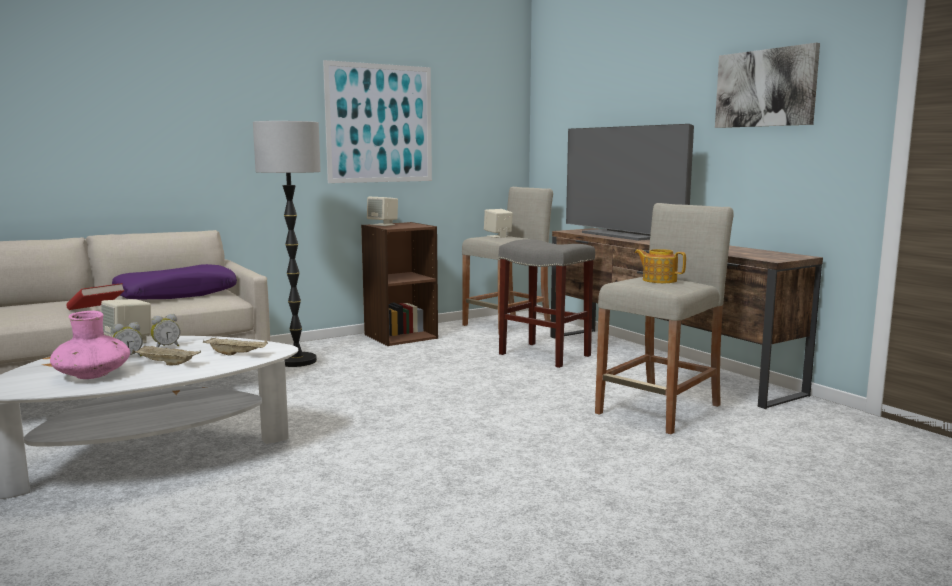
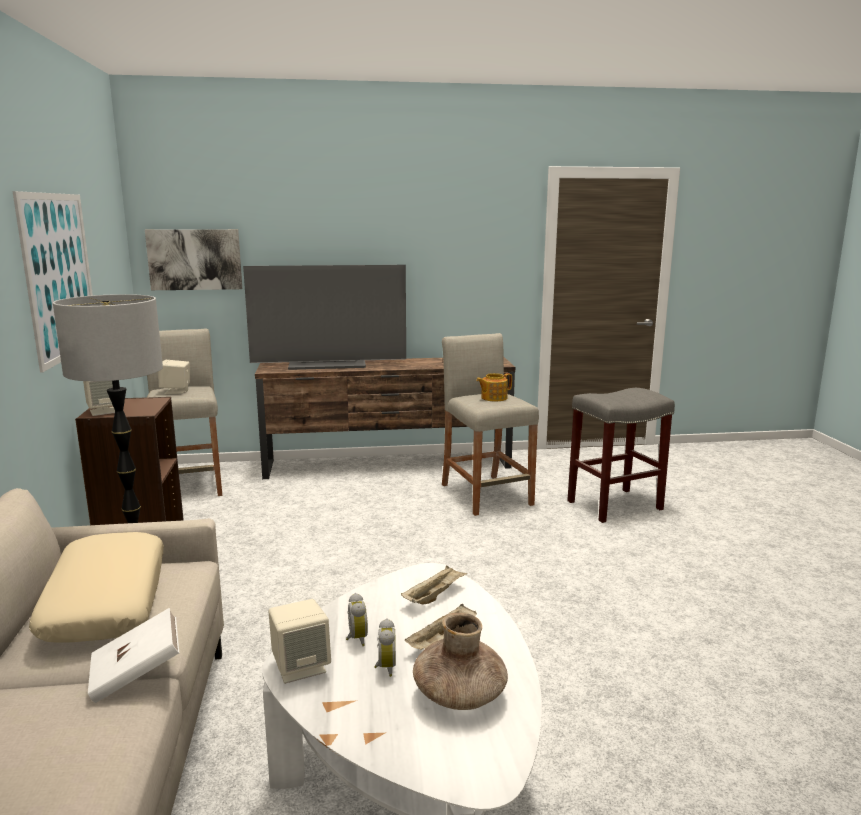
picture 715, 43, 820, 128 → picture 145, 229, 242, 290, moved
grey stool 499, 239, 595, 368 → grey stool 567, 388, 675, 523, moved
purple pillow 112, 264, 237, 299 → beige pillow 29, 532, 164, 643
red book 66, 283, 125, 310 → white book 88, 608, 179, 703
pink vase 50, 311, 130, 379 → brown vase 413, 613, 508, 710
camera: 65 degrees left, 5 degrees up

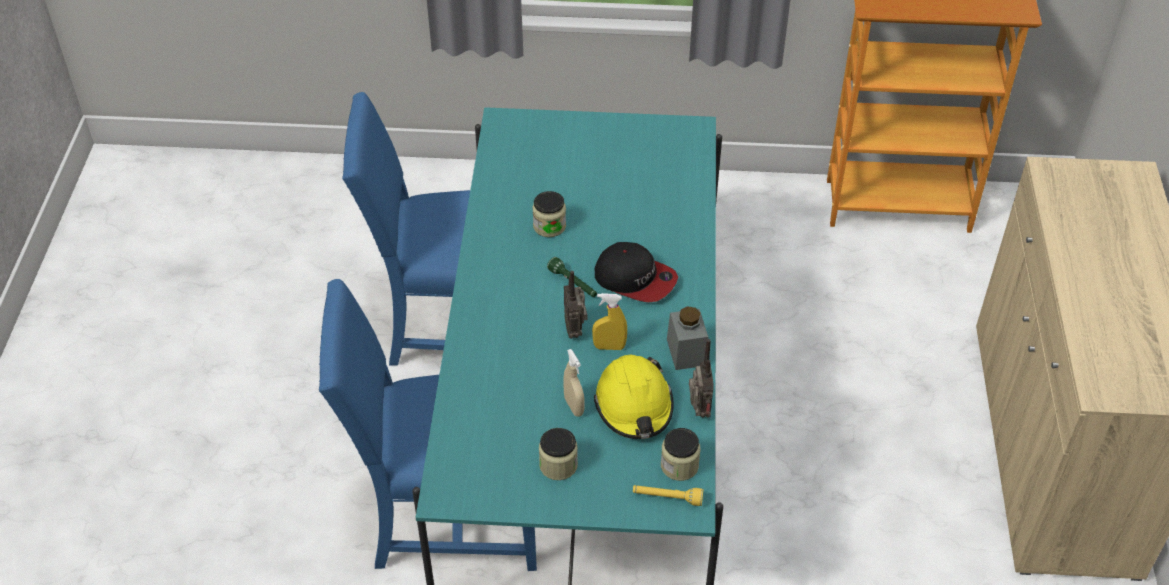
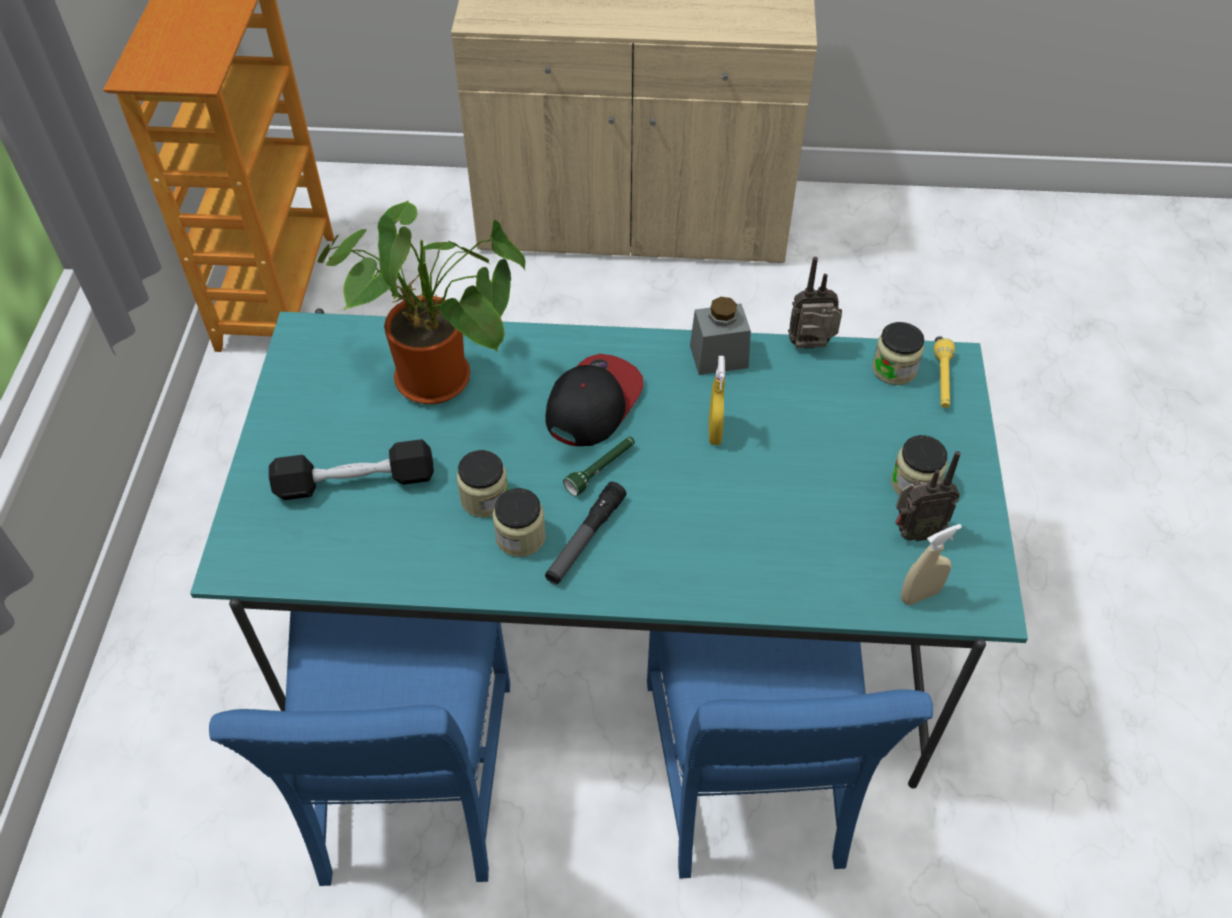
radio 564, 271, 587, 339 → radio 896, 451, 961, 541, moved
beige spray bottle 563, 349, 585, 417 → beige spray bottle 901, 524, 962, 605, moved
yellow hard hat 594, 355, 674, 439 → -
- → potted plant 317, 200, 525, 404
- → black dumbbell 269, 439, 434, 500
- → flashlight 545, 482, 626, 584
- → jar 493, 488, 546, 557
camera: 90 degrees left, 5 degrees up

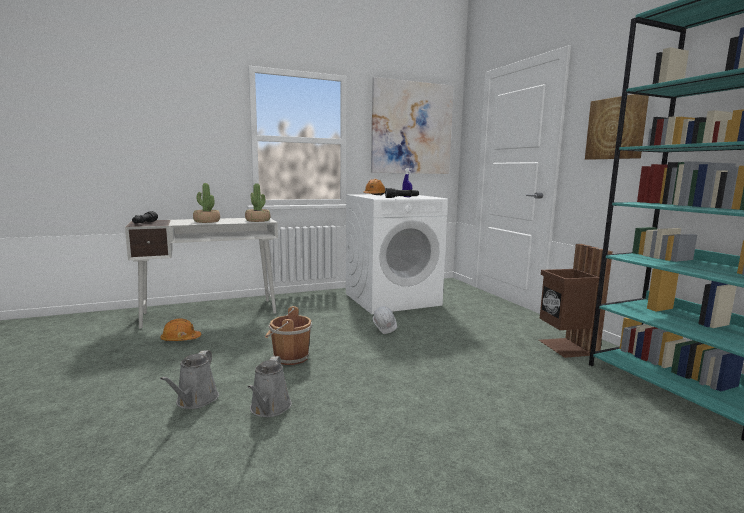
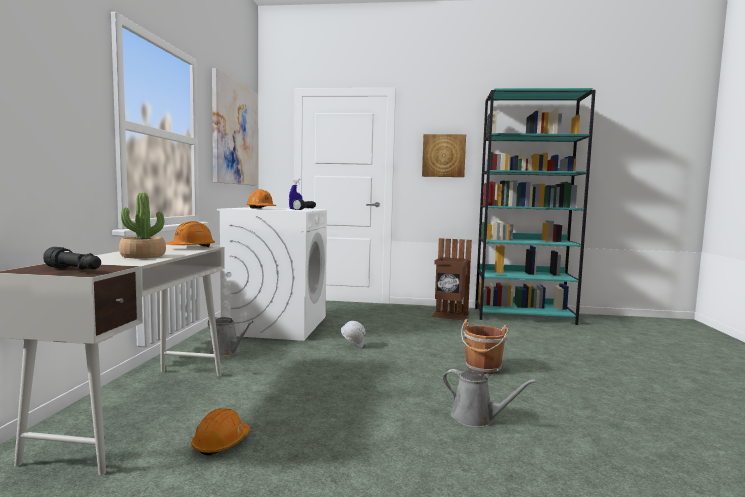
potted plant 245, 183, 271, 222 → orange hard hat 166, 221, 215, 247
brown bucket 265, 306, 312, 365 → brown bucket 461, 319, 508, 374, moved
grey watering can 160, 350, 219, 409 → grey watering can 208, 317, 254, 357, moved
camera: 60 degrees left, 5 degrees down

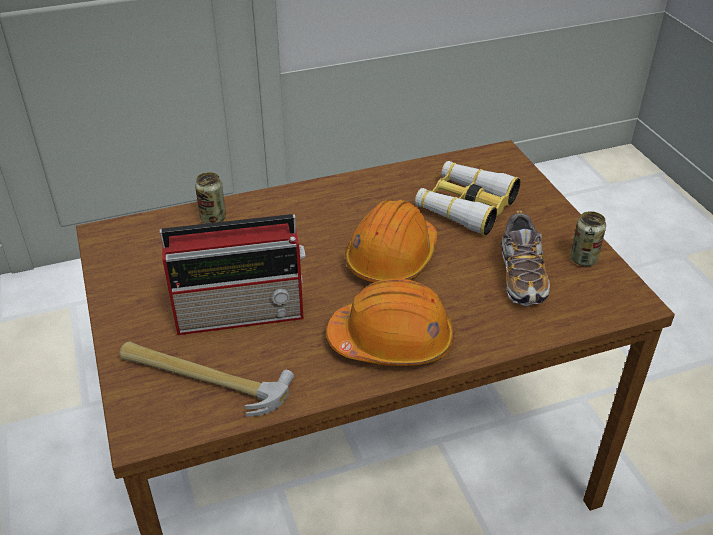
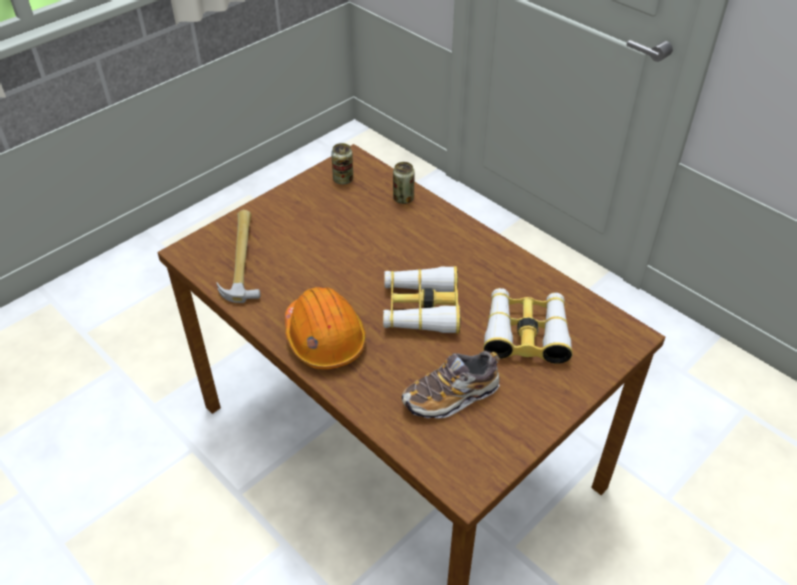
orange hard hat 345, 200, 438, 283 → binoculars 383, 266, 460, 334
can 570, 211, 606, 266 → can 331, 143, 353, 184, moved
radio 160, 214, 306, 335 → -
camera: 65 degrees right, 5 degrees up

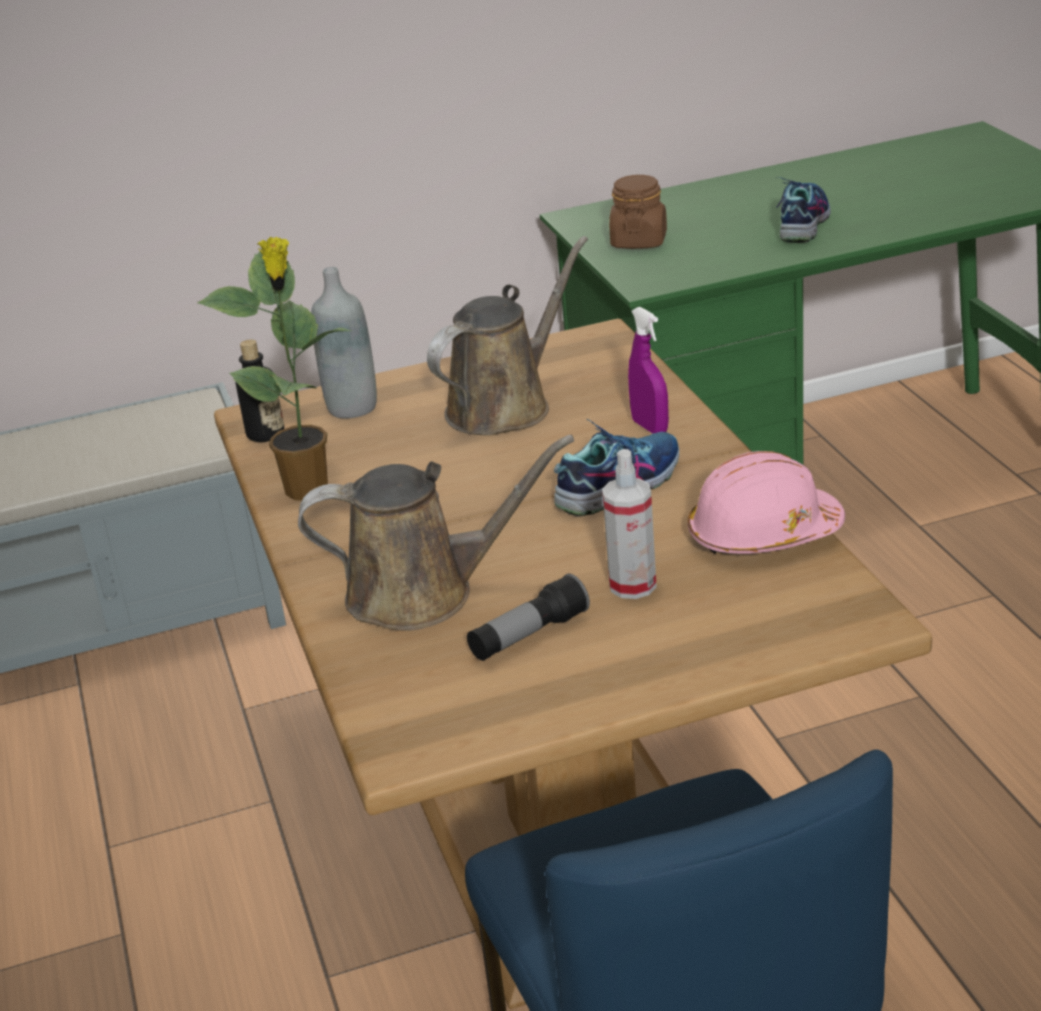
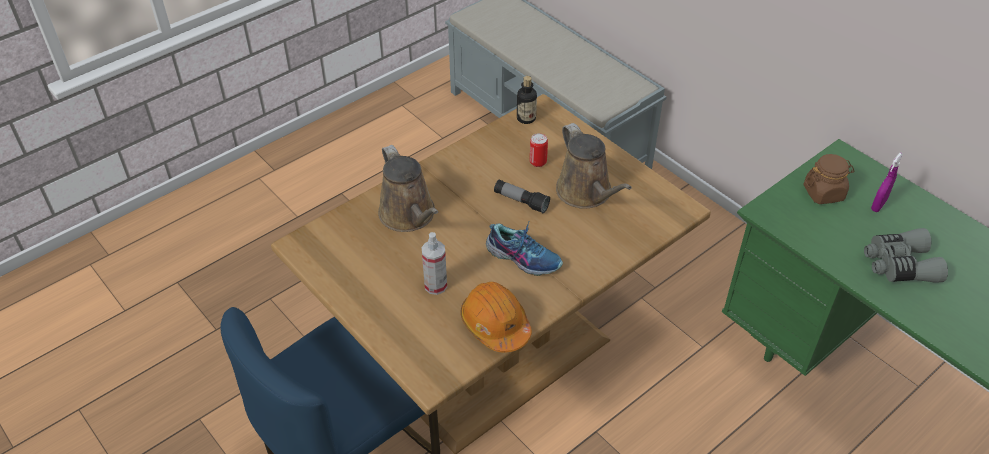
shoe 776, 177, 831, 243 → grey binoculars 864, 228, 948, 283
brown watering can 427, 236, 588, 436 → brown watering can 556, 123, 632, 209, 45 degrees clockwise
potted plant 197, 237, 354, 501 → -
grey bottle 311, 267, 377, 418 → -
purple spray bottle 628, 307, 669, 434 → purple spray bottle 871, 153, 903, 212, moved
pink hard hat 688, 451, 845, 555 → orange hard hat 461, 282, 532, 353
flashlight 467, 574, 590, 661 → flashlight 494, 180, 550, 214, moved
- → can 530, 133, 548, 167
camera: 65 degrees right, 15 degrees up

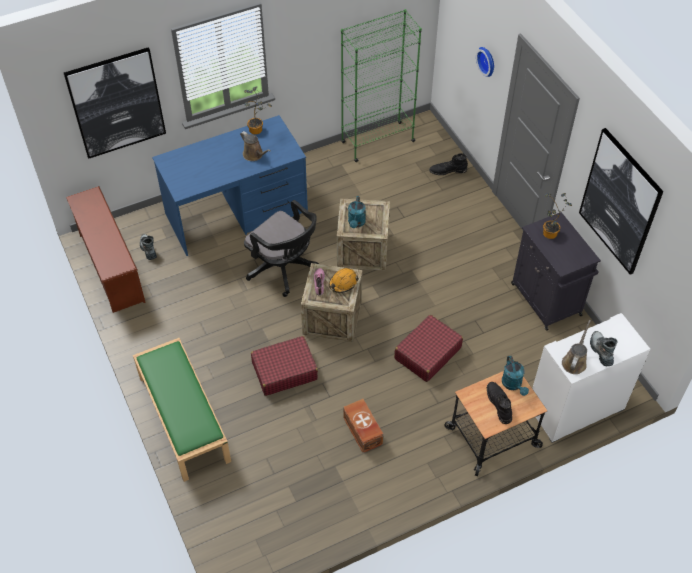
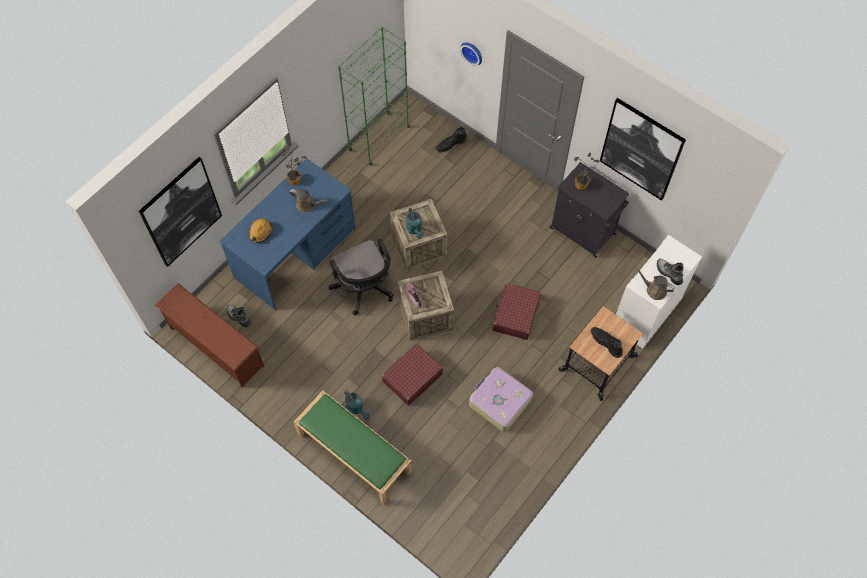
black office chair 244, 200, 319, 297 → black office chair 329, 238, 393, 315, 45 degrees clockwise
orange hard hat 329, 268, 359, 293 → orange hard hat 249, 218, 272, 243, moved
brown watering can 562, 320, 591, 374 → brown watering can 635, 266, 675, 300, 60 degrees counterclockwise
turquoise watering can 502, 356, 529, 396 → turquoise watering can 344, 390, 370, 419, moved
brown storage box 343, 399, 383, 453 → suitcase 469, 367, 533, 432
camera: 25 degrees left, 10 degrees up

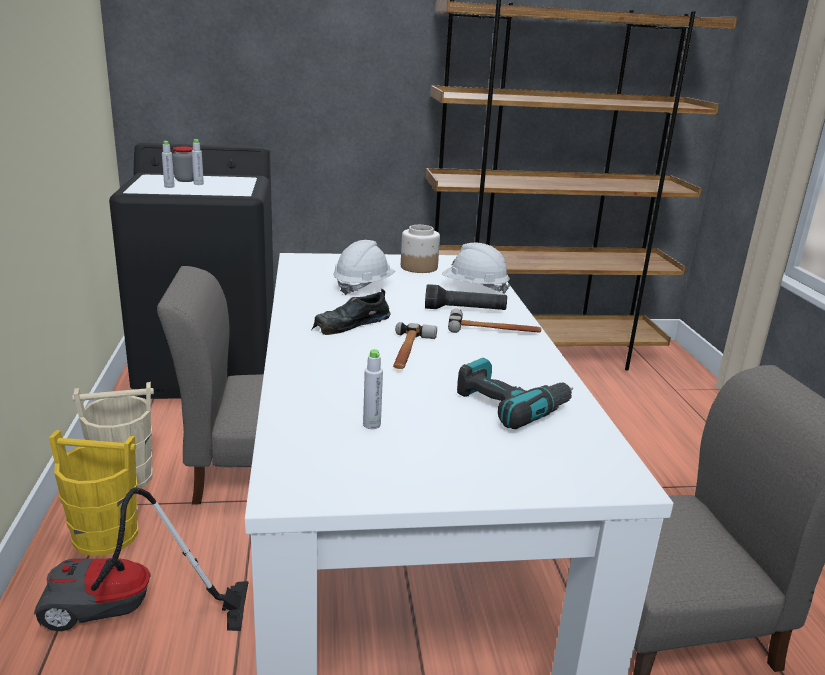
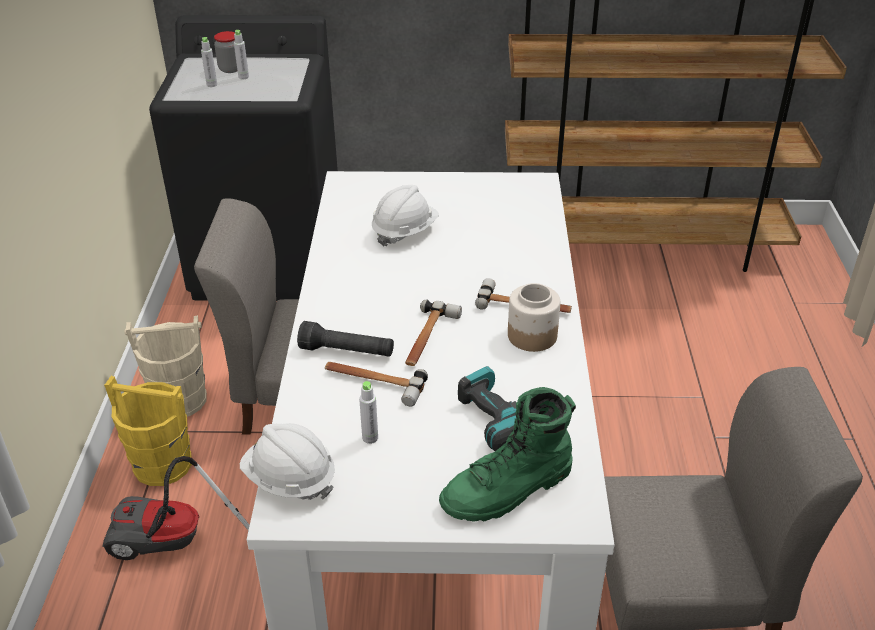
jar 401, 225, 440, 273 → jar 508, 283, 560, 352, moved
white hard hat 442, 243, 510, 294 → white hard hat 240, 423, 335, 500, moved
black flashlight 425, 284, 507, 310 → black flashlight 297, 321, 394, 357, moved
black shoe 312, 289, 390, 335 → -
- → hammer 325, 362, 428, 406
- → green boot 439, 387, 576, 522
camera: 10 degrees right, 15 degrees up

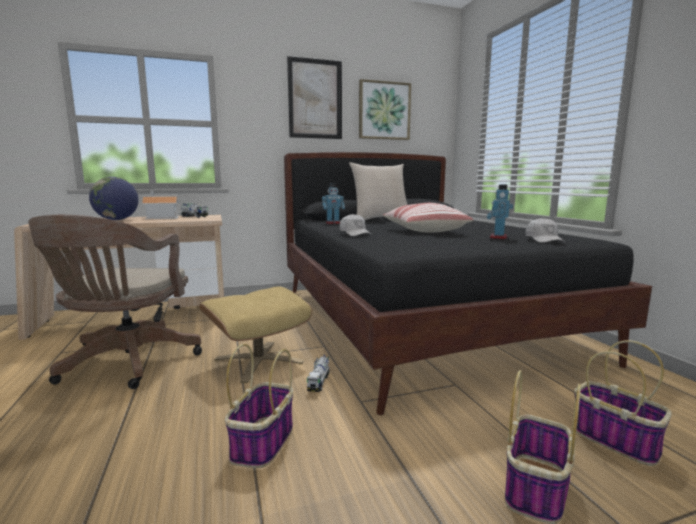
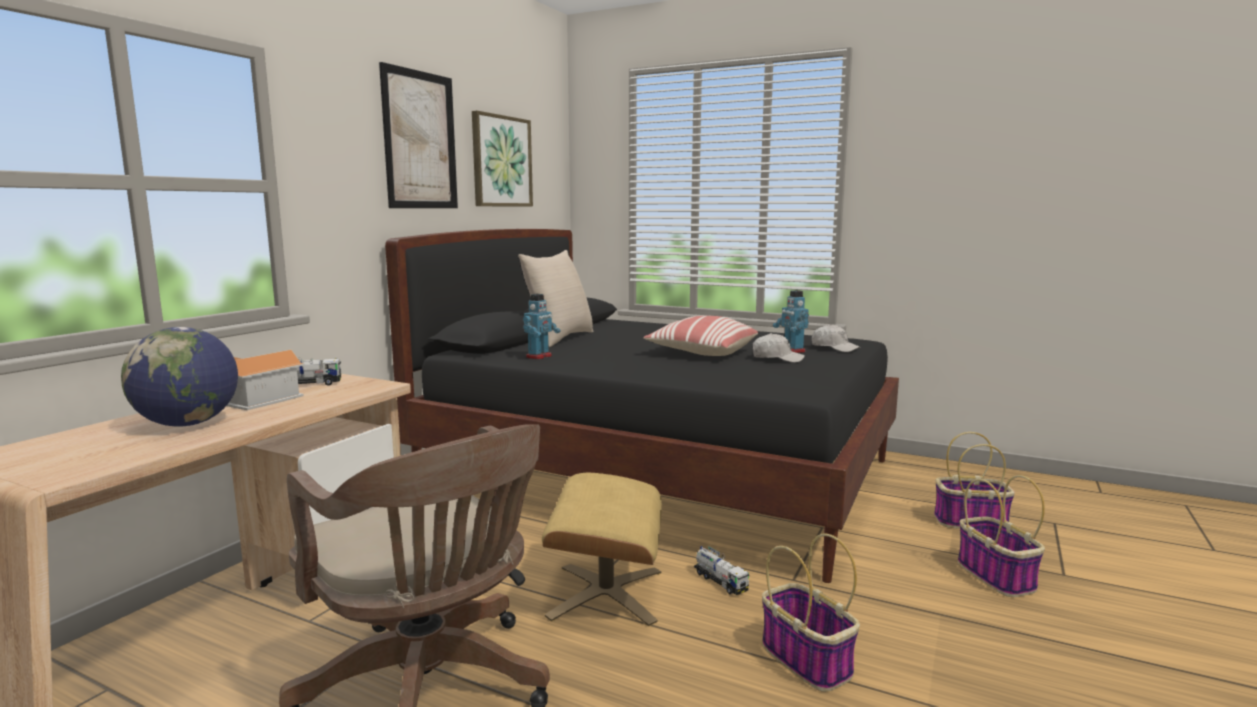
white cap 340, 214, 372, 236 → white cap 753, 333, 805, 363, moved
camera: 45 degrees left, 0 degrees up

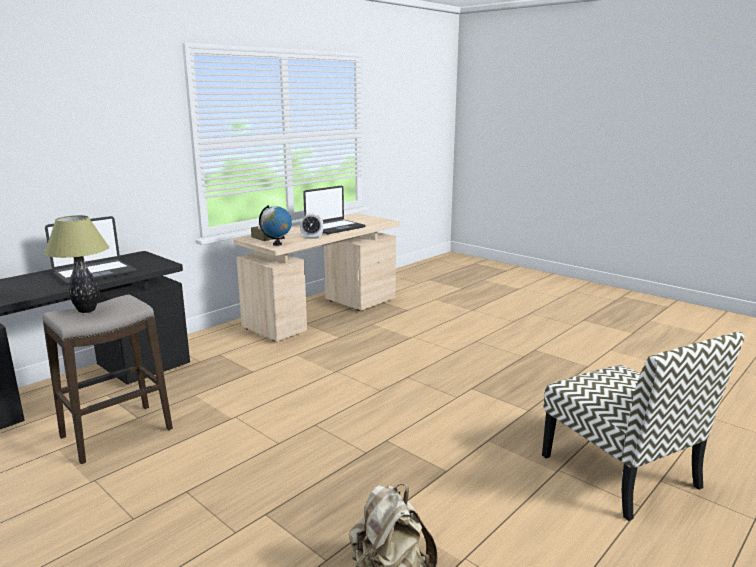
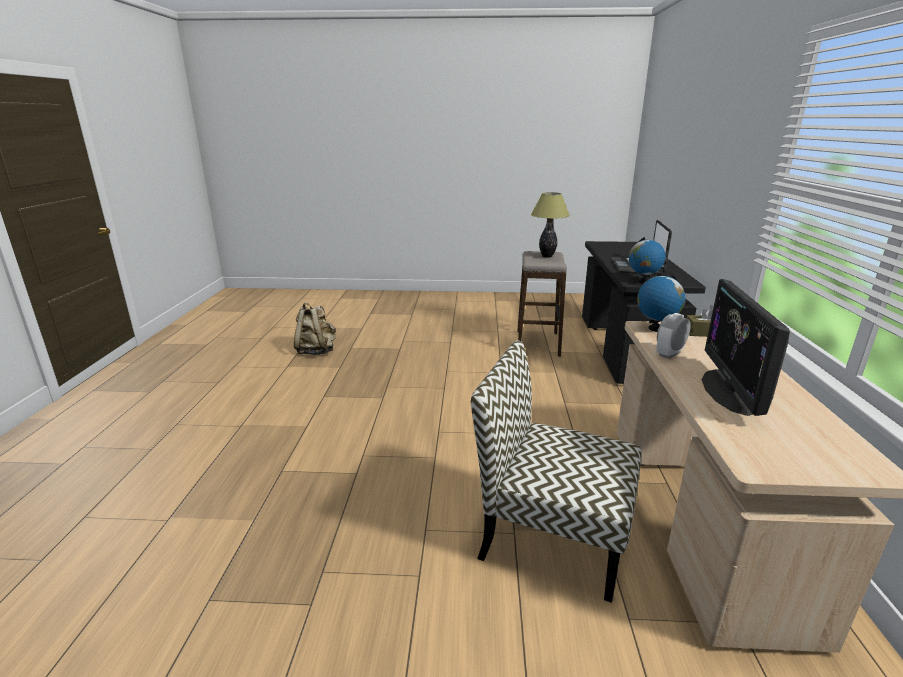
laptop 303, 185, 366, 234 → monitor 701, 279, 790, 416
chair 542, 332, 744, 521 → chair 471, 341, 641, 603, moved
- → globe 629, 237, 666, 284
camera: 140 degrees right, 5 degrees up

